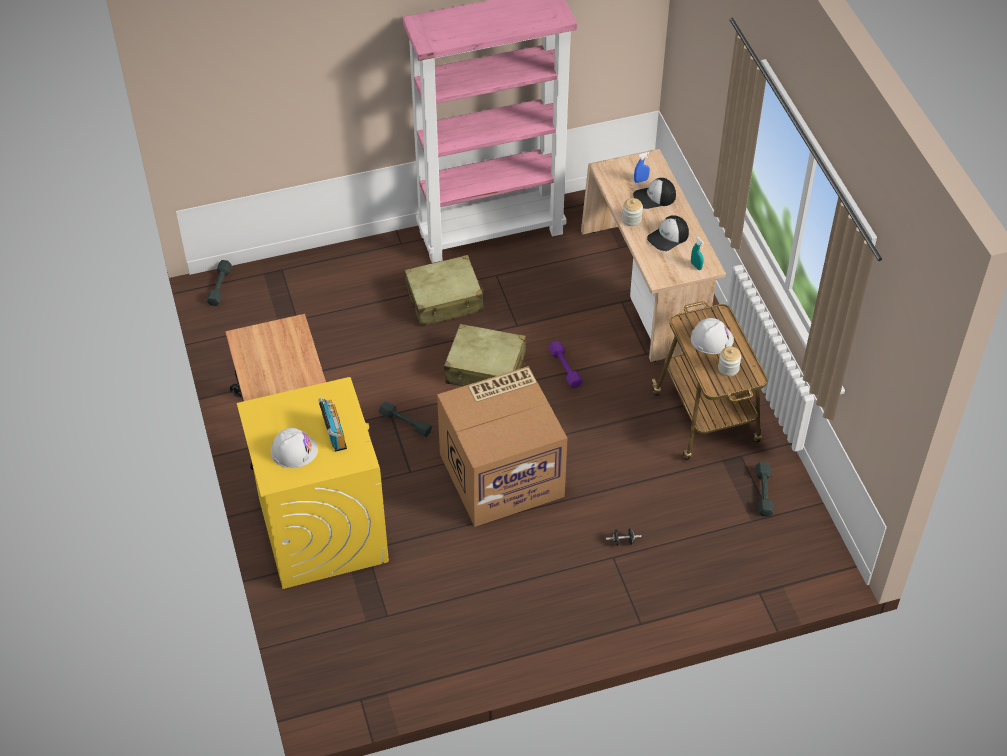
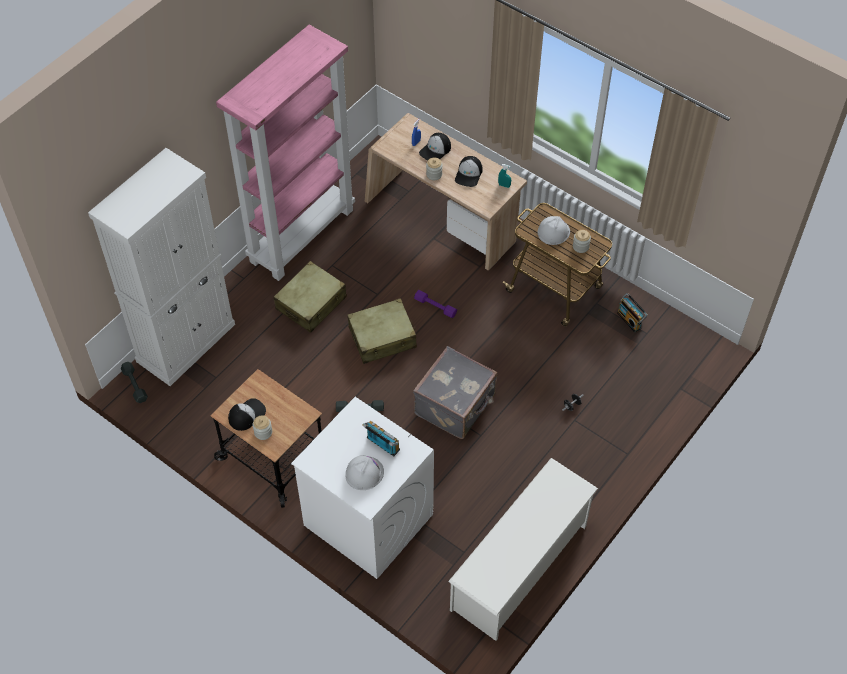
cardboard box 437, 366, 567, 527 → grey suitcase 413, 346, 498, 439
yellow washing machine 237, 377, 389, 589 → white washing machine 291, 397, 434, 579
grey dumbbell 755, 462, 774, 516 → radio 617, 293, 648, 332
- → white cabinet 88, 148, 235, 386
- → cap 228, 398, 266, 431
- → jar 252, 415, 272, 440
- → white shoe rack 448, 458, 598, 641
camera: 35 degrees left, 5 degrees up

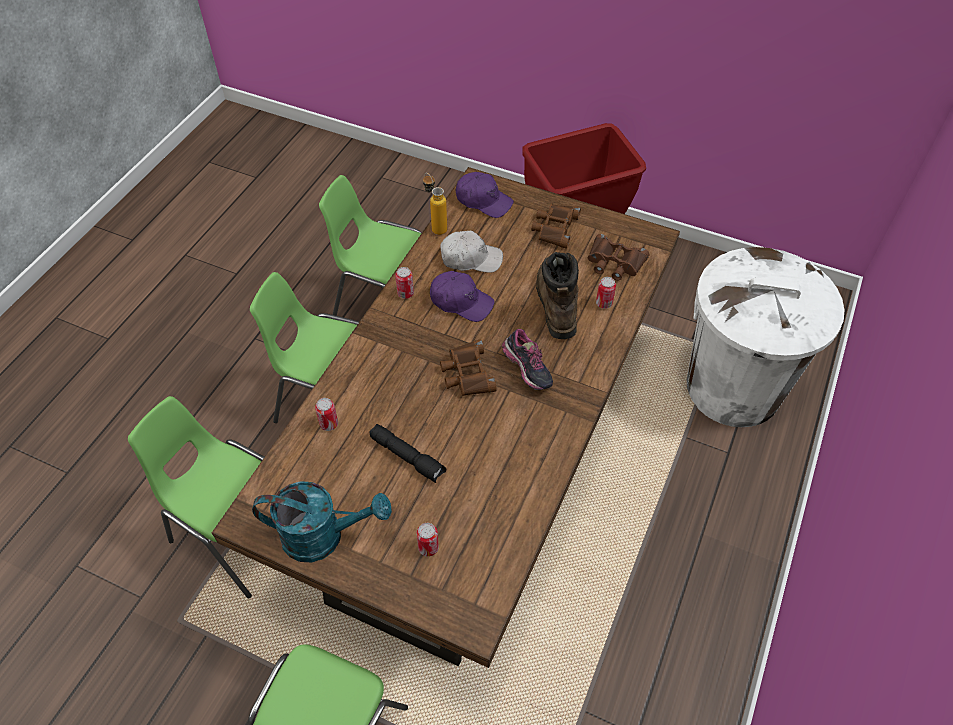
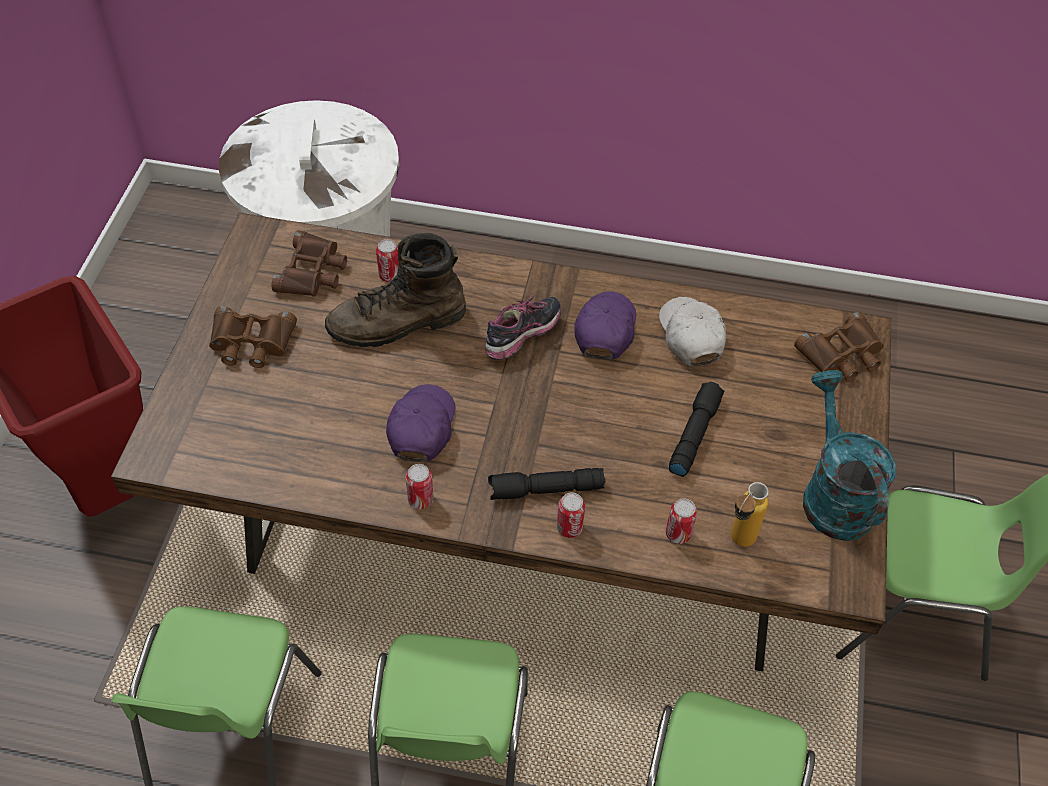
purple cap 456, 172, 514, 218 → purple cap 574, 291, 636, 359, moved
bottle 423, 173, 447, 235 → bottle 731, 482, 769, 547, moved
white cap 440, 231, 503, 273 → white cap 659, 297, 726, 366, moved
brown binoculars 440, 340, 497, 396 → brown binoculars 794, 312, 884, 382, moved
can 416, 523, 439, 557 → can 557, 493, 585, 538, moved
- → black flashlight 488, 468, 606, 500
camera: 105 degrees left, 0 degrees up

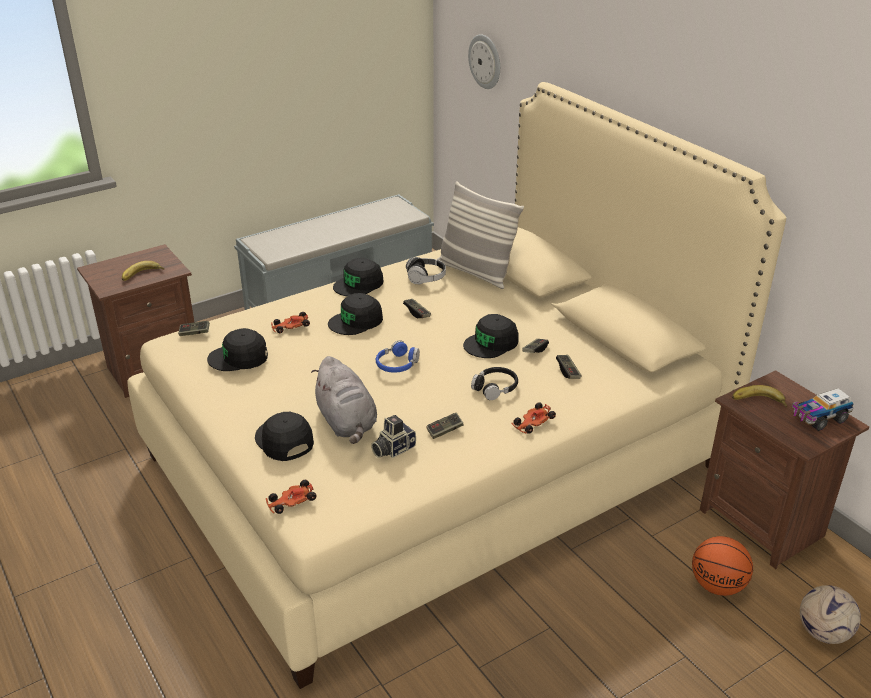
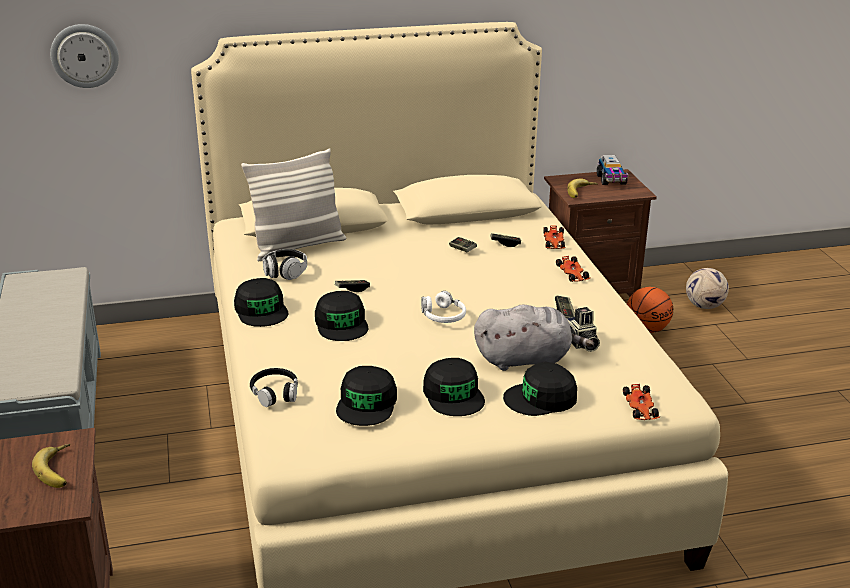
toy car 271, 312, 310, 333 → toy car 543, 226, 566, 249, moved
black cap 463, 314, 519, 358 → black cap 423, 358, 485, 416, moved
game controller 178, 321, 210, 336 → -
blue headphones 376, 340, 420, 373 → white headphones 421, 291, 466, 323
black headphones 471, 367, 518, 400 → black headphones 250, 368, 298, 407, moved
camera: 70 degrees left, 5 degrees down

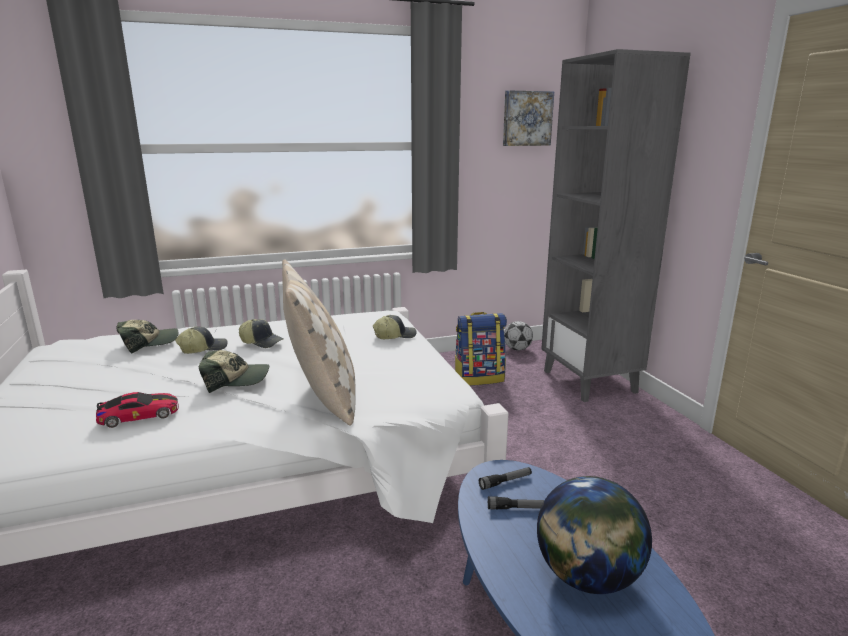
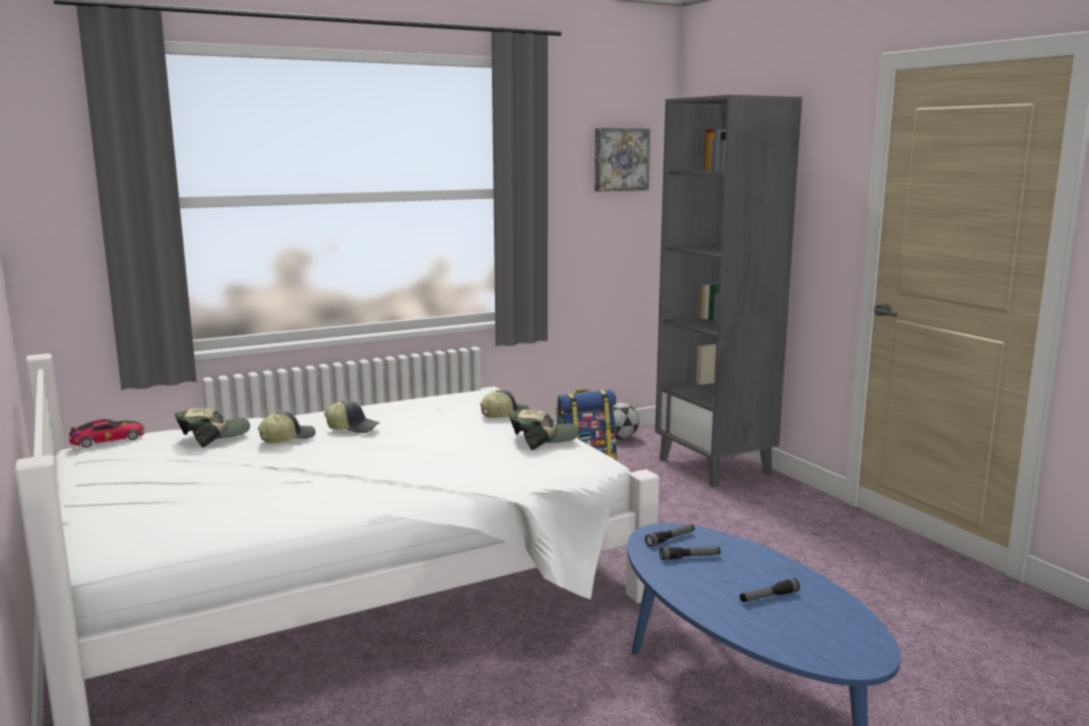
beige pillow 282, 259, 356, 425 → -
cap 199, 350, 269, 393 → cap 509, 410, 578, 450, moved
toy car 96, 392, 179, 428 → toy car 69, 419, 145, 448, moved
globe 537, 476, 652, 594 → flashlight 740, 578, 800, 602
camera: 10 degrees left, 5 degrees down

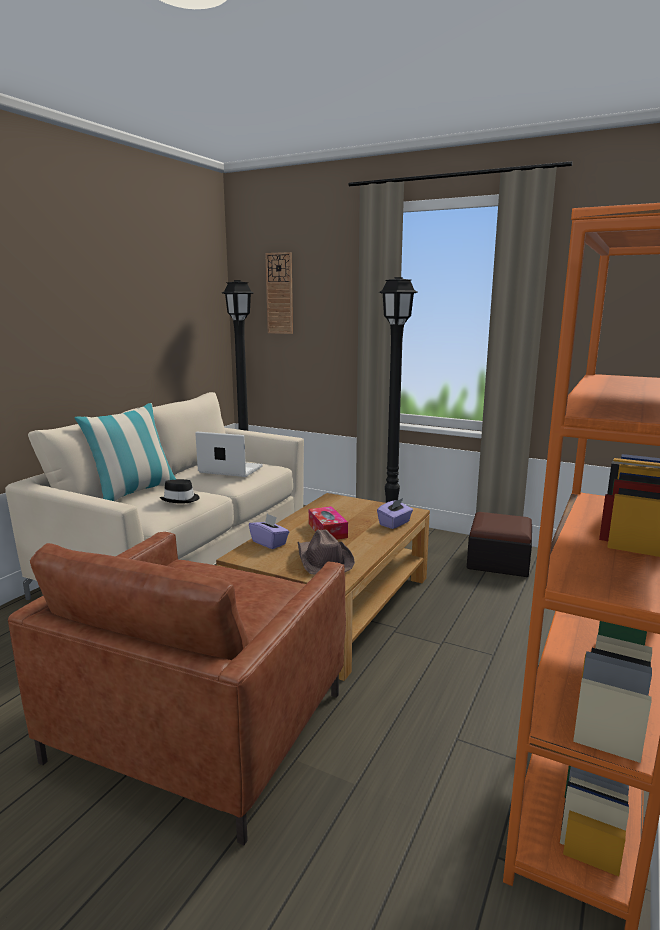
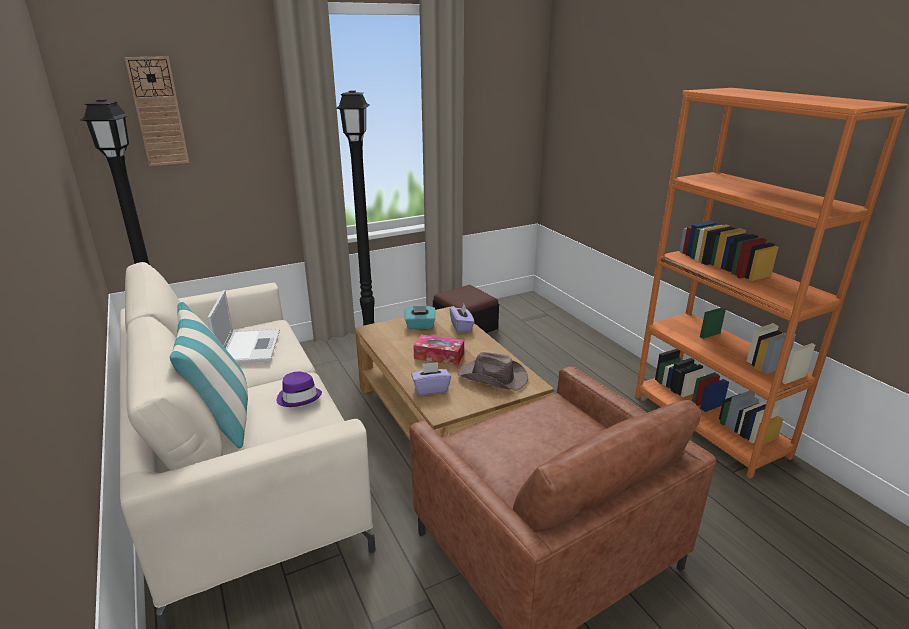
laptop 195, 432, 263, 477 → laptop 207, 290, 280, 363, 120 degrees clockwise
black hat 160, 479, 200, 504 → purple hat 277, 372, 322, 407
- → turquoise tissue box 405, 306, 435, 329
camera: 55 degrees left, 10 degrees up

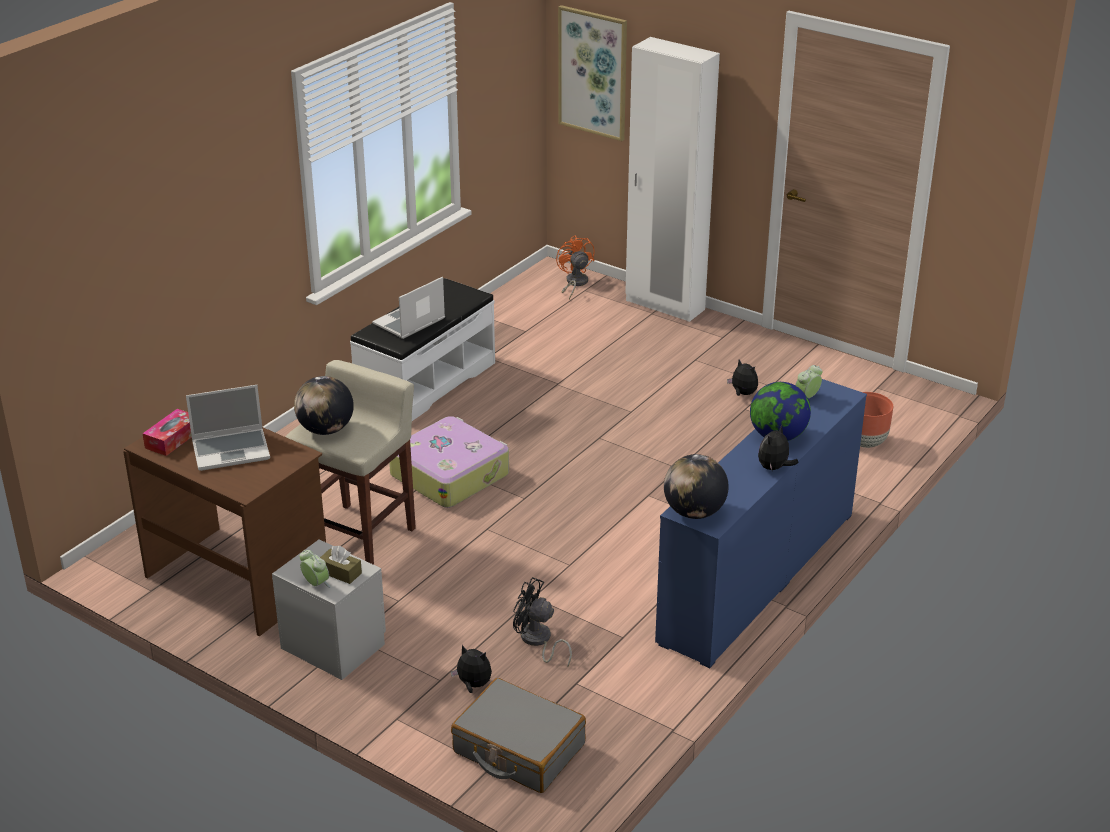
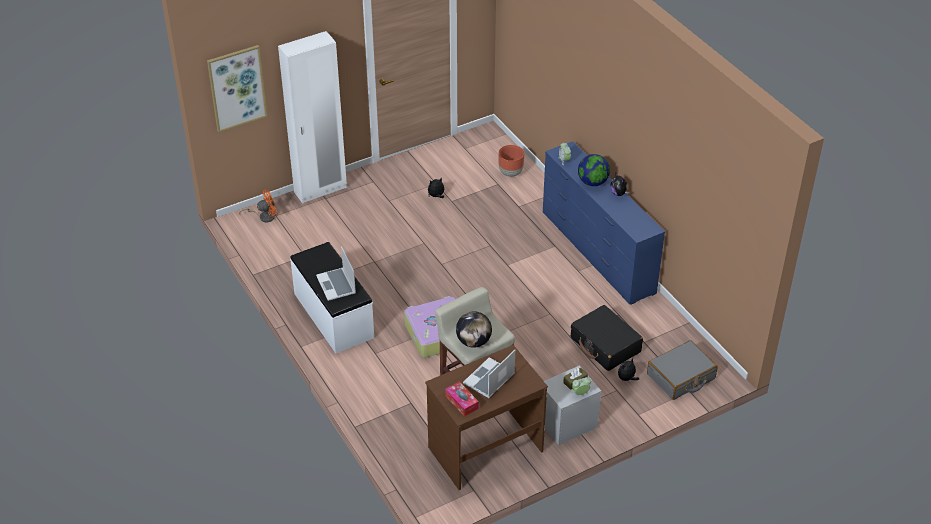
orange fan 556, 235, 595, 300 → orange fan 239, 190, 278, 223, 150 degrees clockwise
laptop 186, 385, 270, 471 → laptop 463, 350, 515, 398, 150 degrees counterclockwise
globe 664, 454, 729, 519 → -
black fan 513, 577, 572, 667 → black suitcase 571, 305, 643, 371
camera: 65 degrees left, 10 degrees up

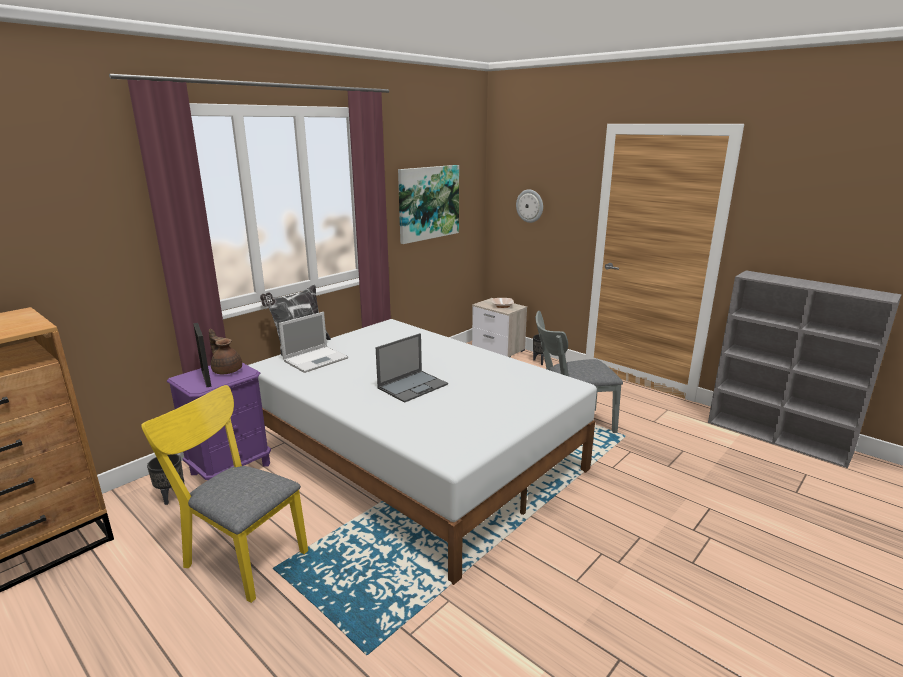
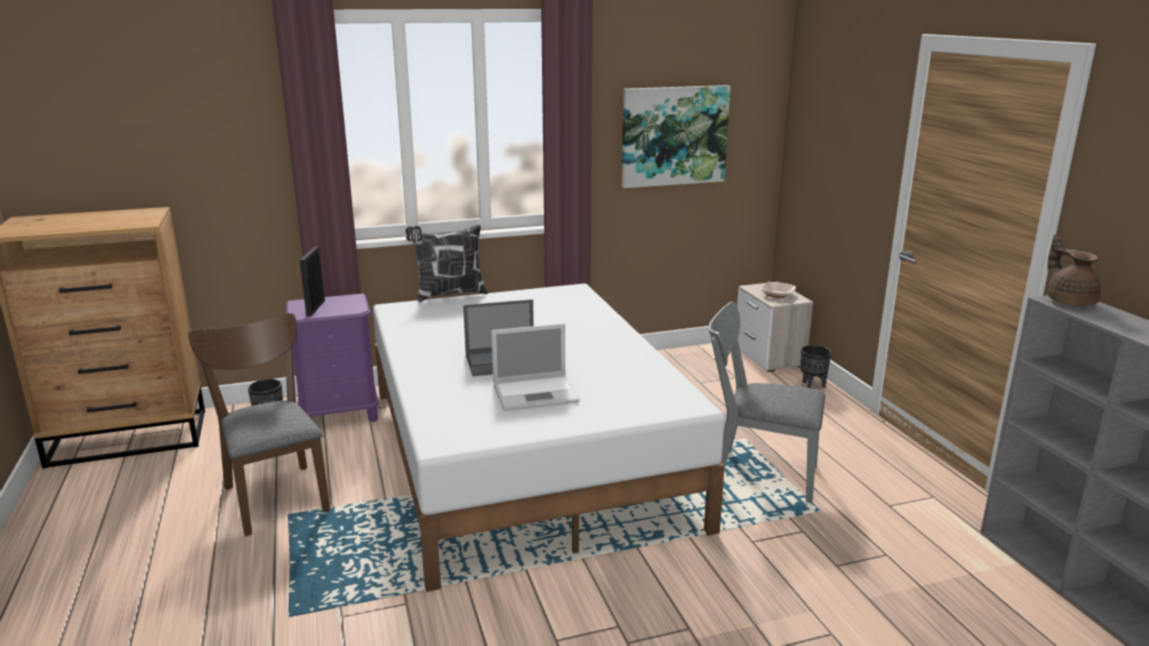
wall clock 516, 189, 543, 223 → -
laptop 279, 312, 348, 373 → laptop 491, 323, 580, 411, moved
brown teapot 209, 329, 242, 374 → brown teapot 1047, 235, 1101, 307, moved
yellow chair 141, 385, 308, 603 → brown chair 188, 313, 330, 536
camera: 30 degrees right, 0 degrees up

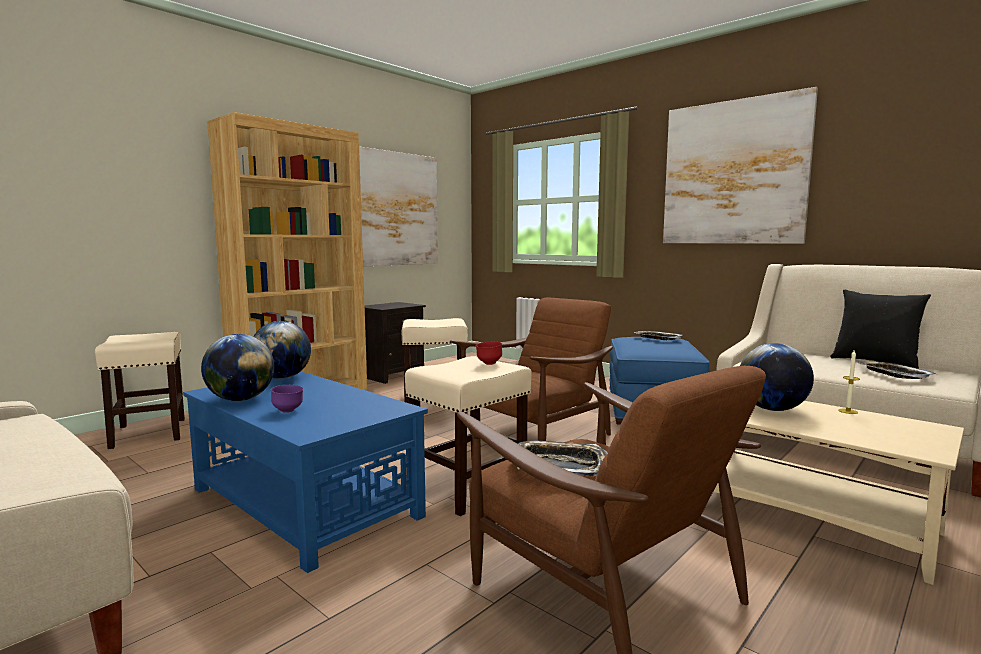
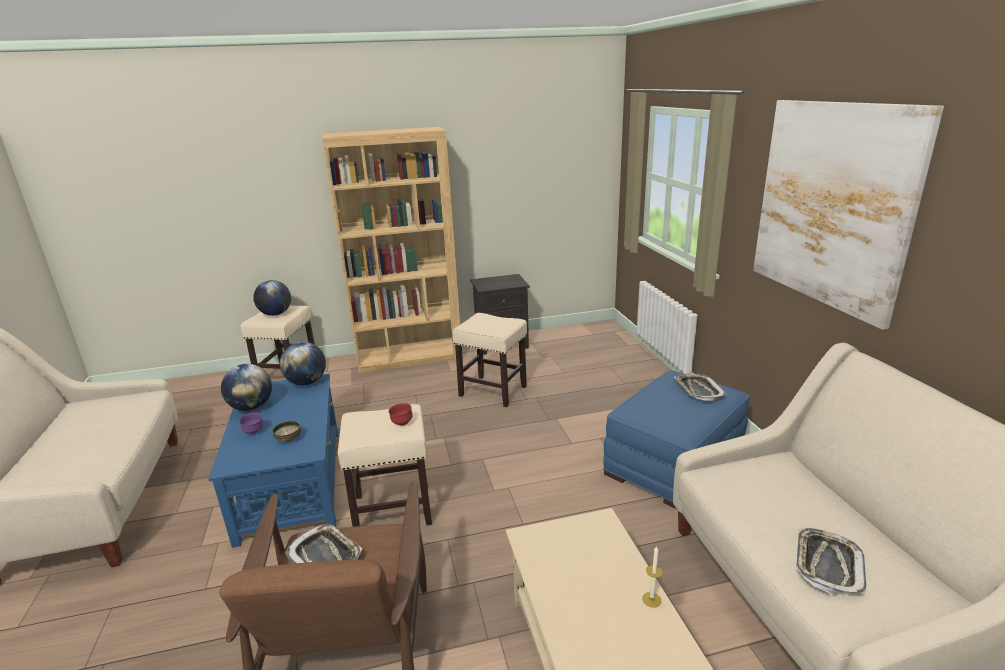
picture 359, 146, 438, 267 → -
black pillow 830, 290, 931, 369 → -
brown armchair 450, 298, 613, 441 → -
globe 740, 343, 814, 411 → globe 253, 280, 291, 316, moved
- → bowl 272, 421, 301, 441
camera: 35 degrees right, 15 degrees up

